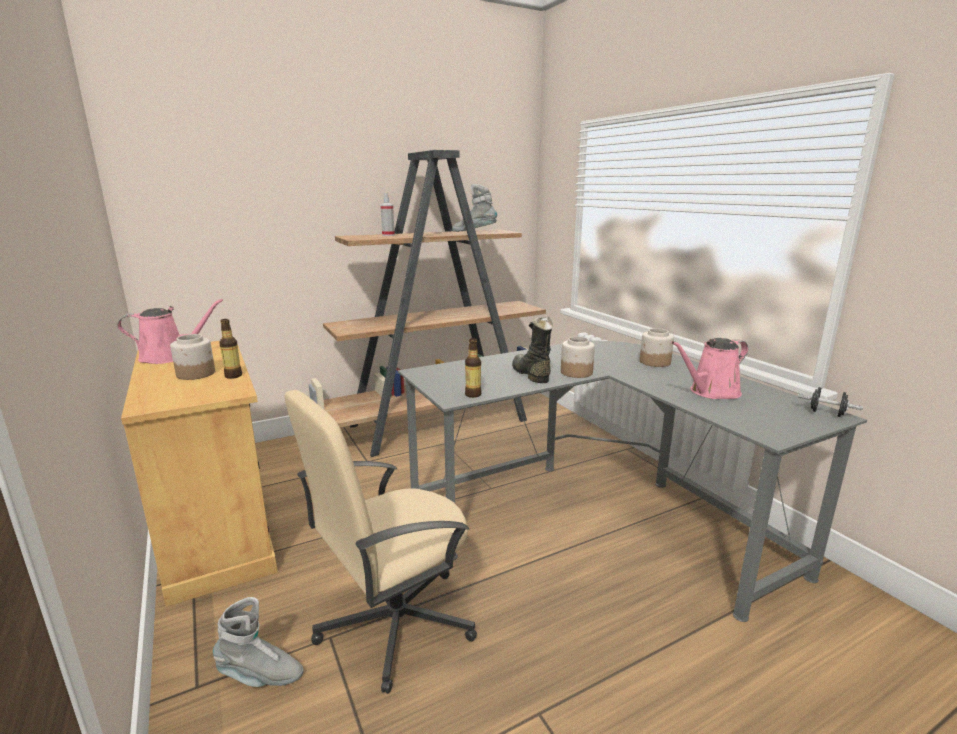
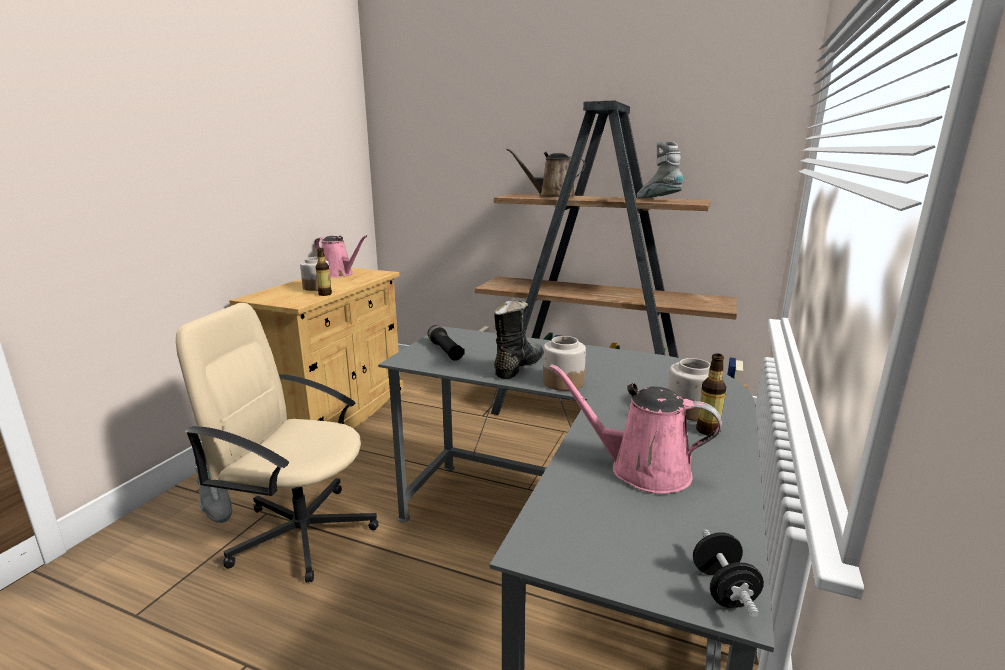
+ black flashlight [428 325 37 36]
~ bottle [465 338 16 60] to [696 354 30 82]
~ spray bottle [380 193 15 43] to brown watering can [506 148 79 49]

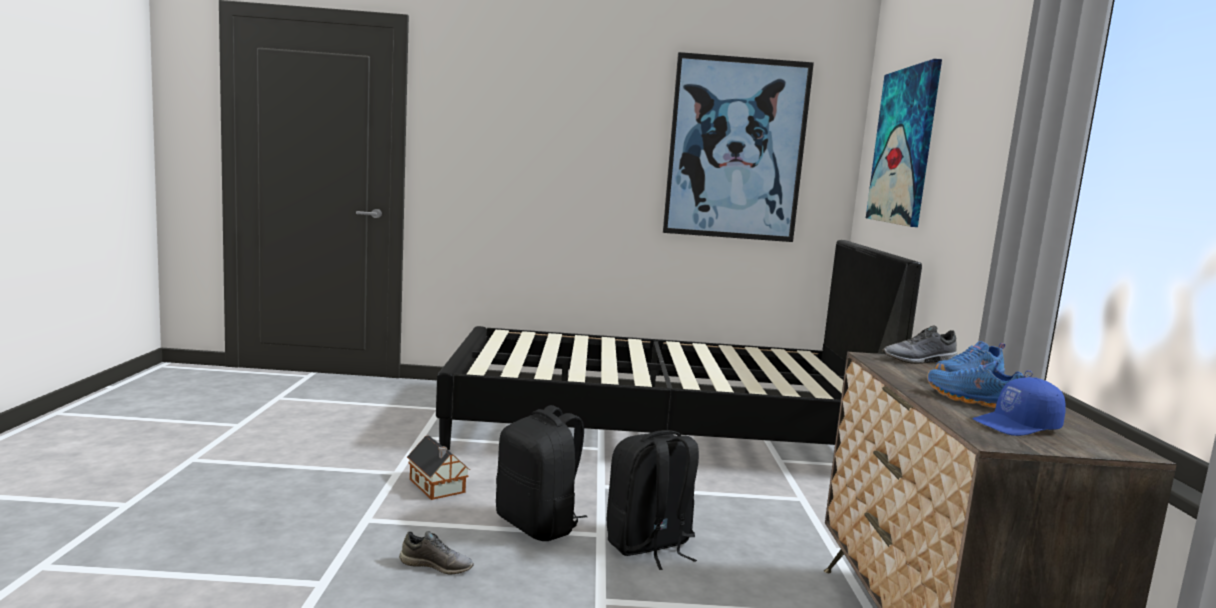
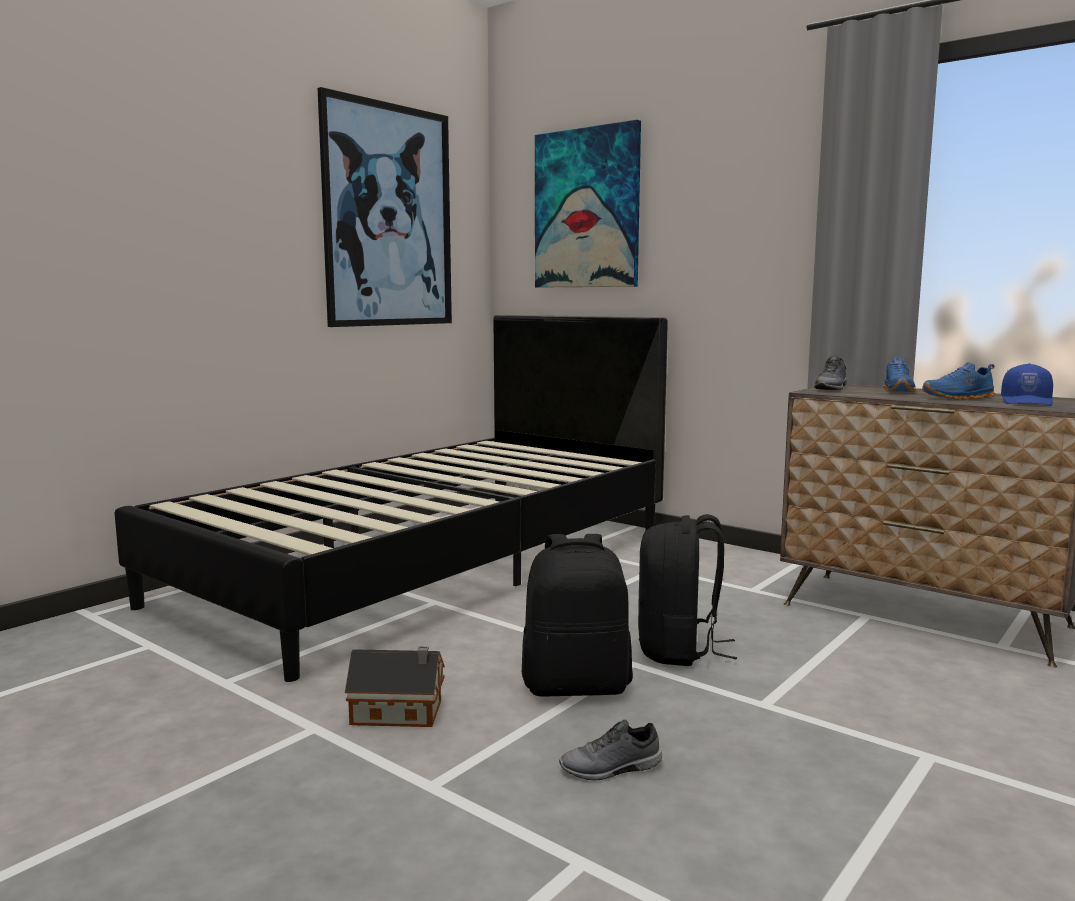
~ grey shoe [399 531 75 44] = [559 720 103 60] 150 degrees counterclockwise

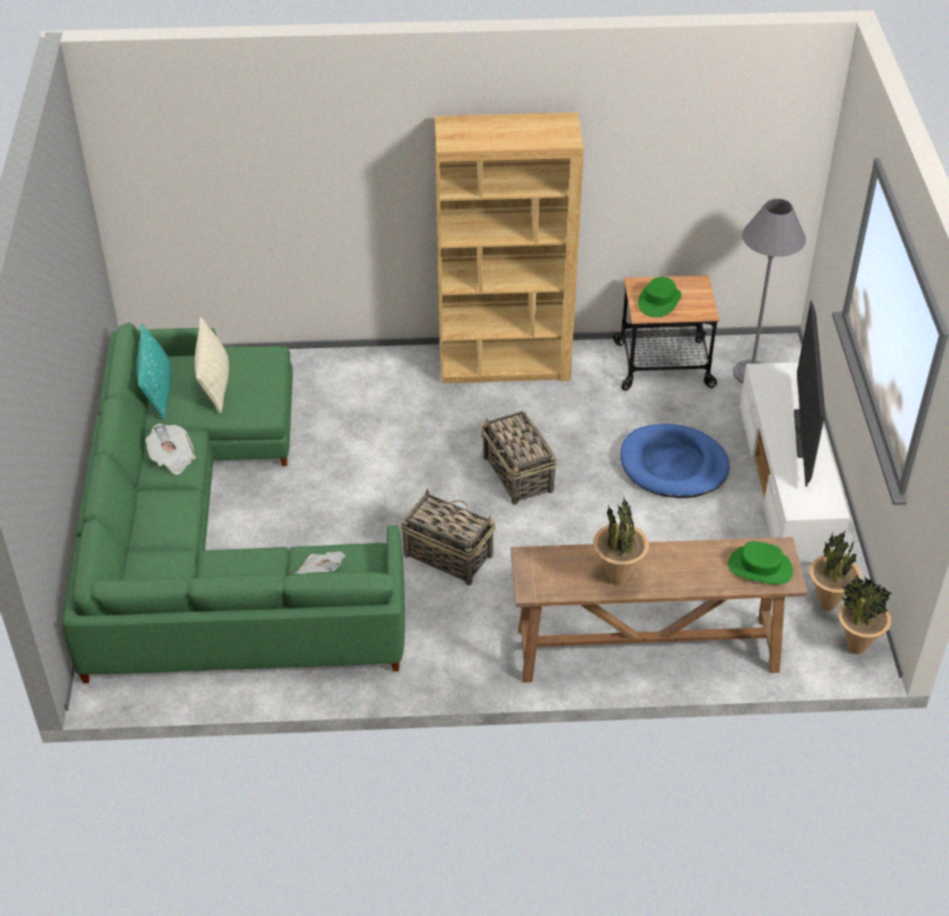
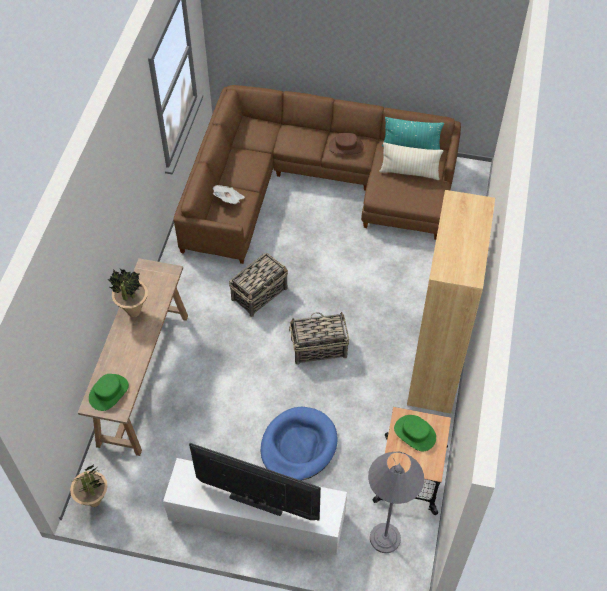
- potted plant [809 530 52 81]
~ newspaper [146 423 50 52] to brown hat [329 133 35 21]
~ green sofa [62 323 343 360] to brown sofa [173 85 288 179]

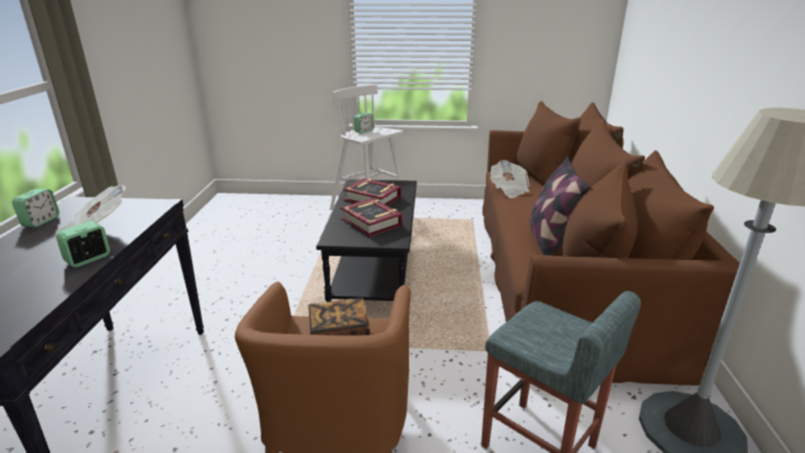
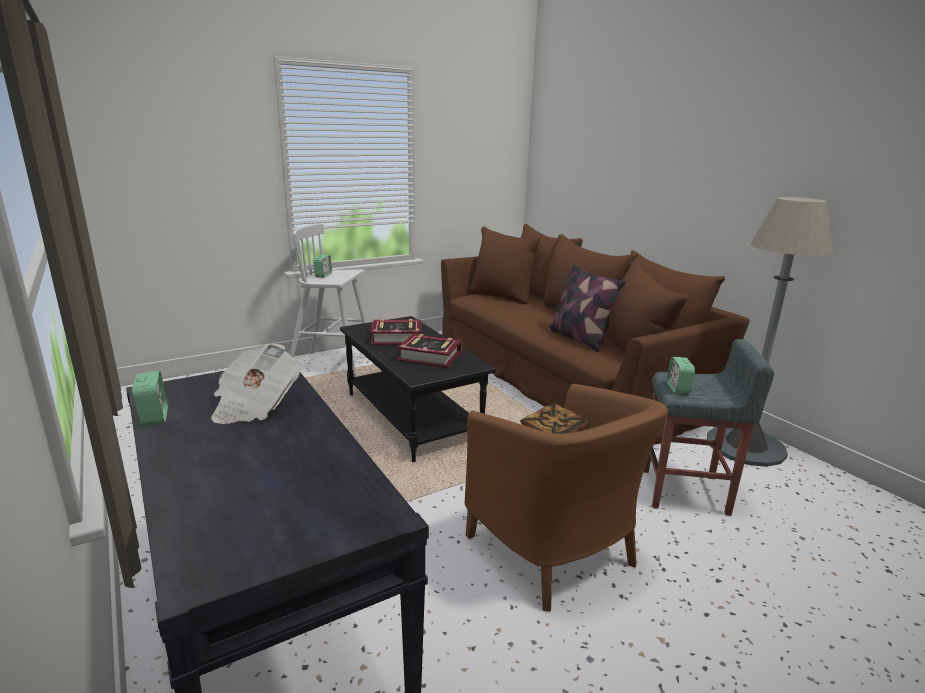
- newspaper [490 160 40 38]
~ alarm clock [56 221 54 46] to [667 357 28 37]

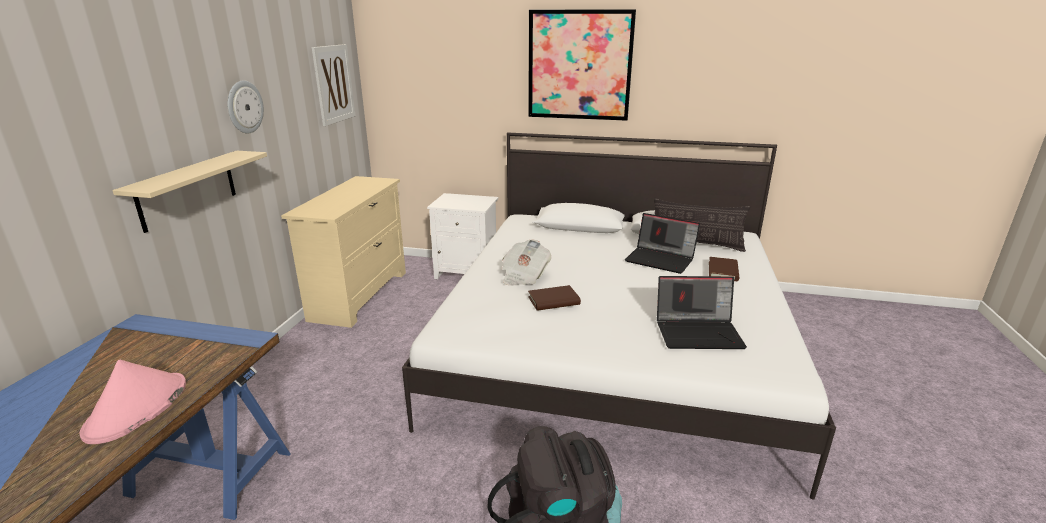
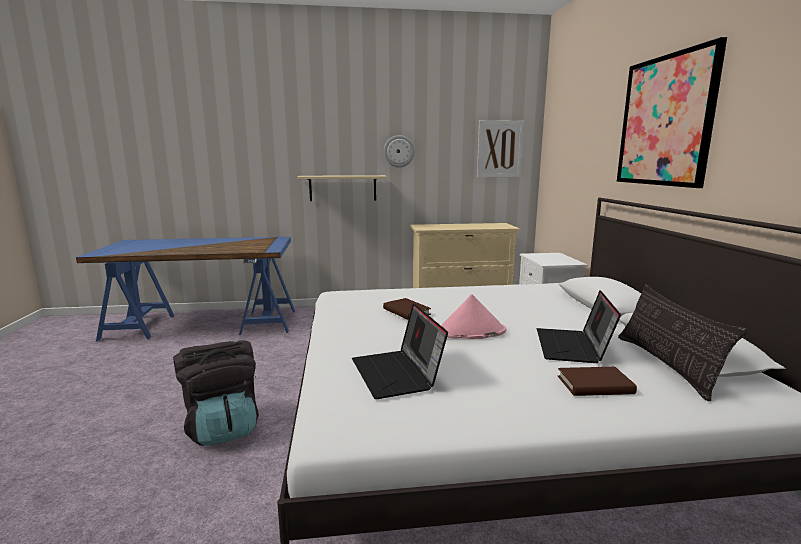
- newspaper [501 239 51 47]
~ pink hat [80 360 106 84] to [441 294 66 45]

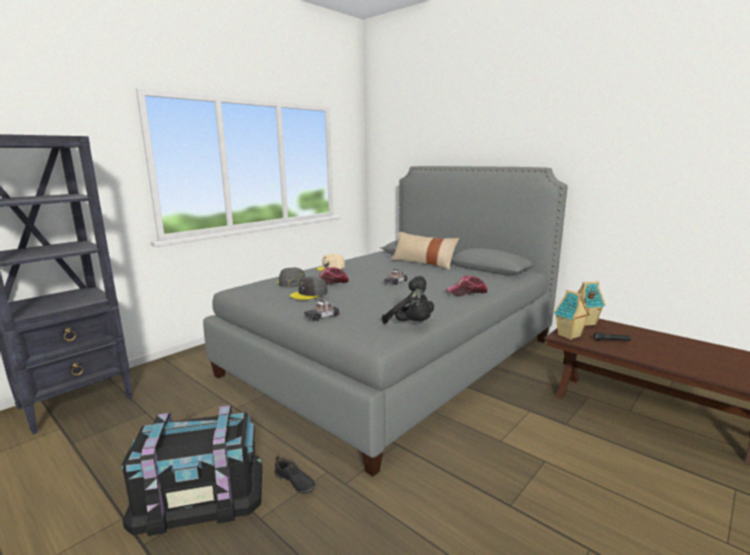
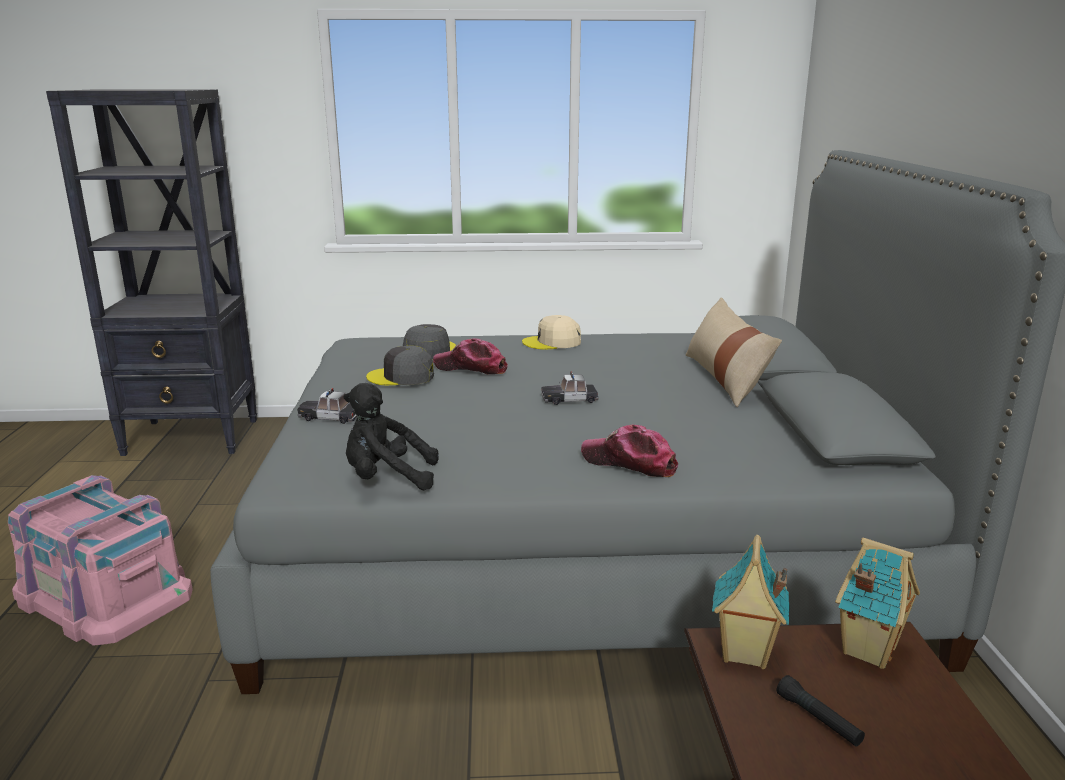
- black shoe [275 456 41 38]
~ black storage box [121 405 141 131] to pink storage box [8 475 185 171]
~ black plush toy [382 276 52 48] = [344 383 95 107] 90 degrees clockwise

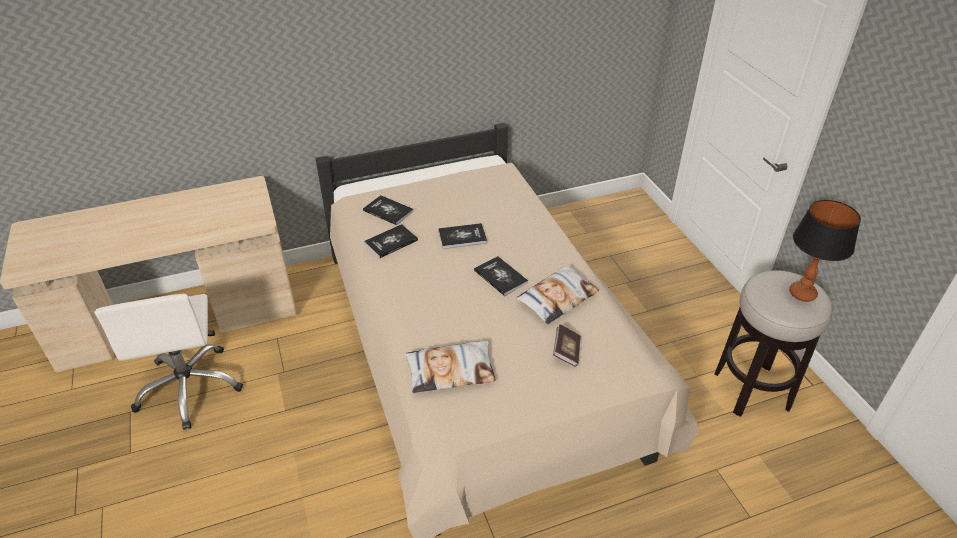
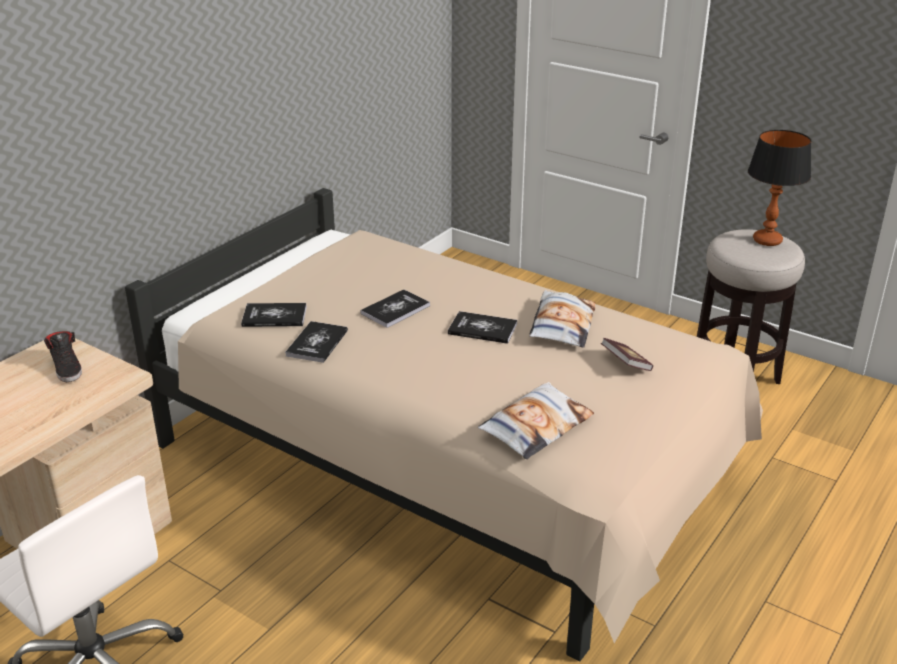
+ black shoe [44 331 38 51]

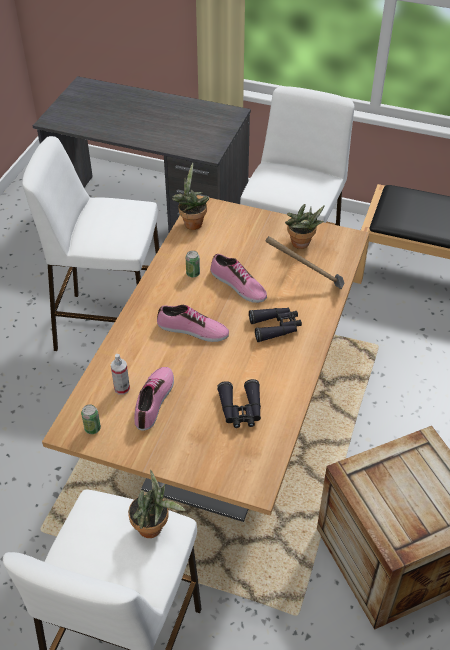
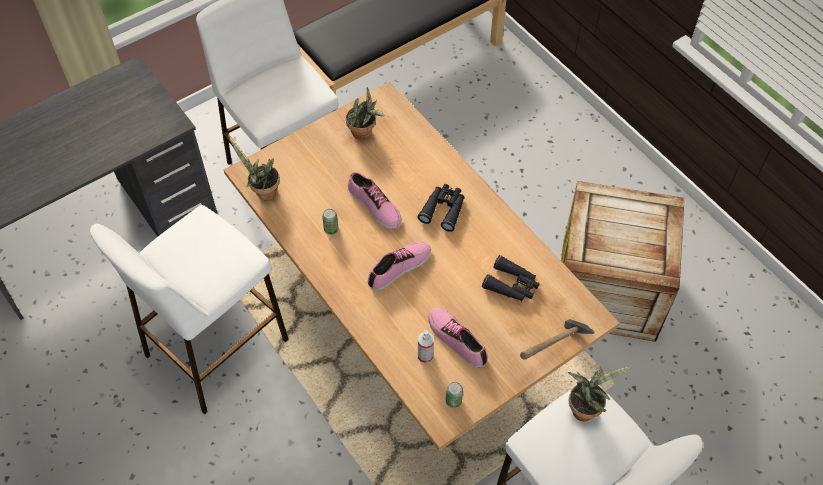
~ hammer [265 236 80 53] to [520 319 74 41]
~ shoe [210 254 57 49] = [348 172 53 57] 60 degrees clockwise

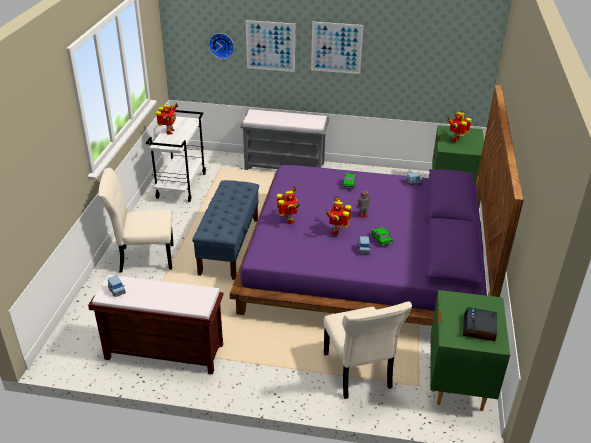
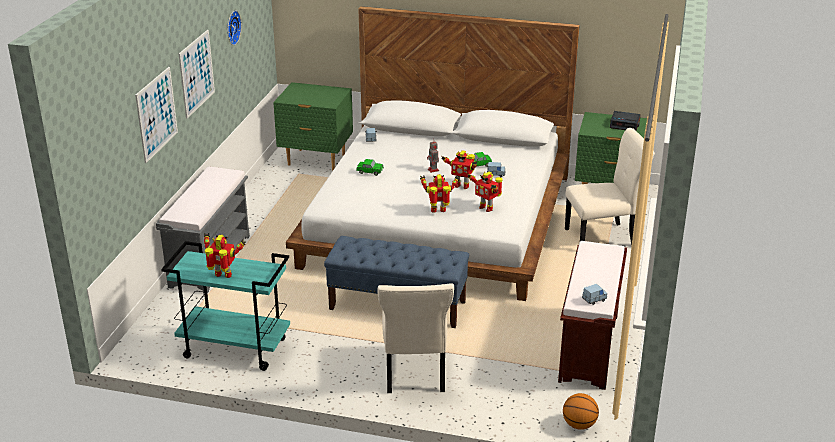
+ basketball [563 393 36 37]
~ wall clock [209 33 25 26] to [227 11 15 34]
~ toy robot [447 110 25 32] to [468 172 34 40]
~ white cart [146 110 60 92] to turquoise cart [161 241 129 130]
~ purple bed [230 85 294 241] to white bed [286 6 294 295]

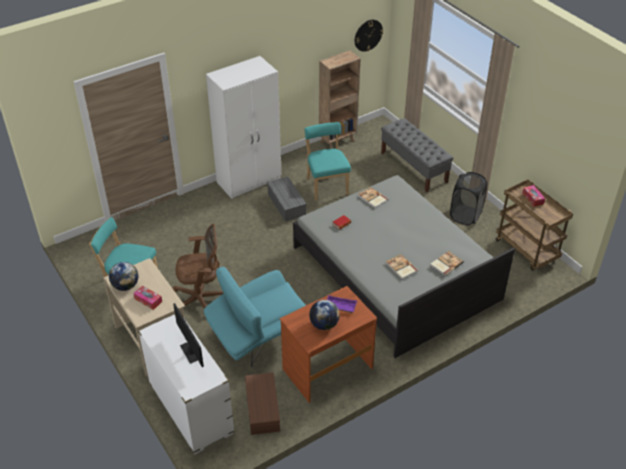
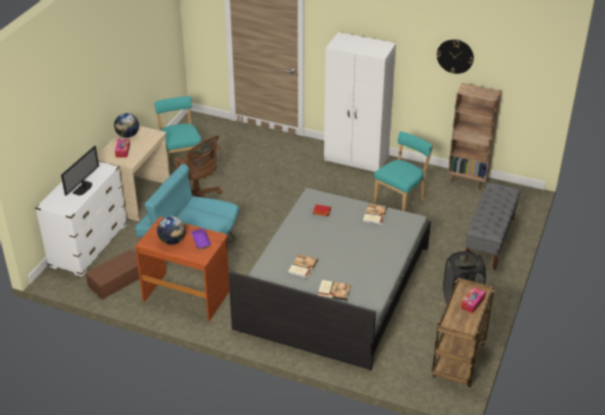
- grey storage box [267 177 40 45]
~ wall clock [355 20 28 32] to [437 39 37 35]

